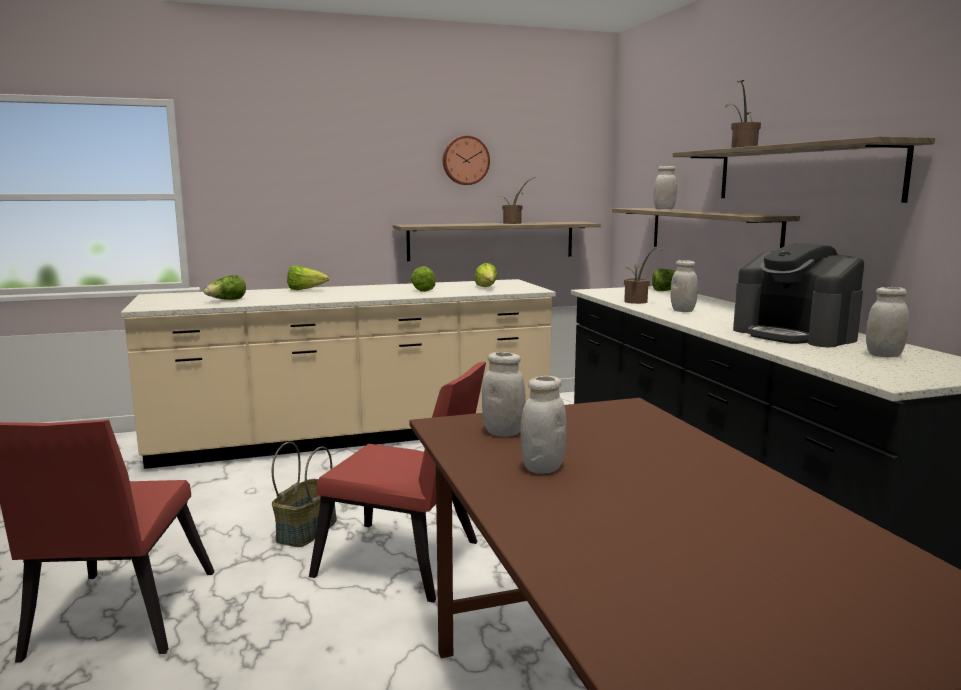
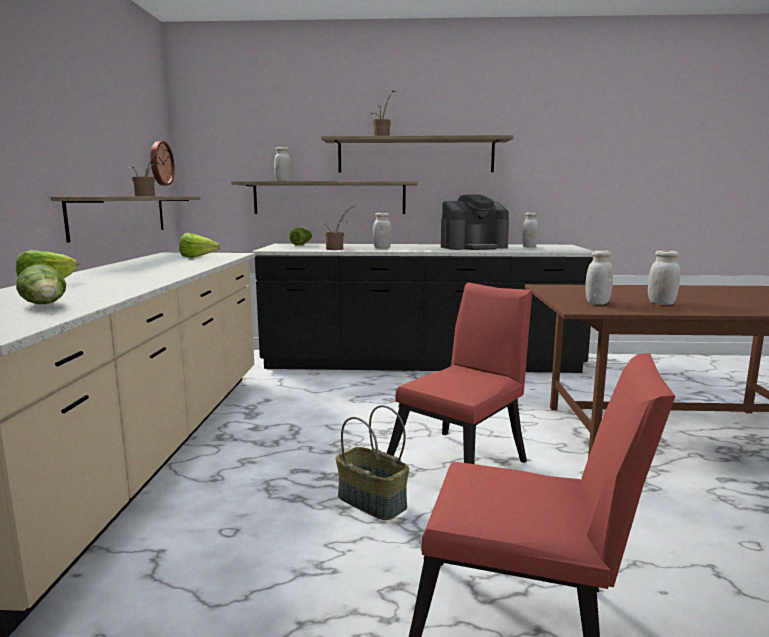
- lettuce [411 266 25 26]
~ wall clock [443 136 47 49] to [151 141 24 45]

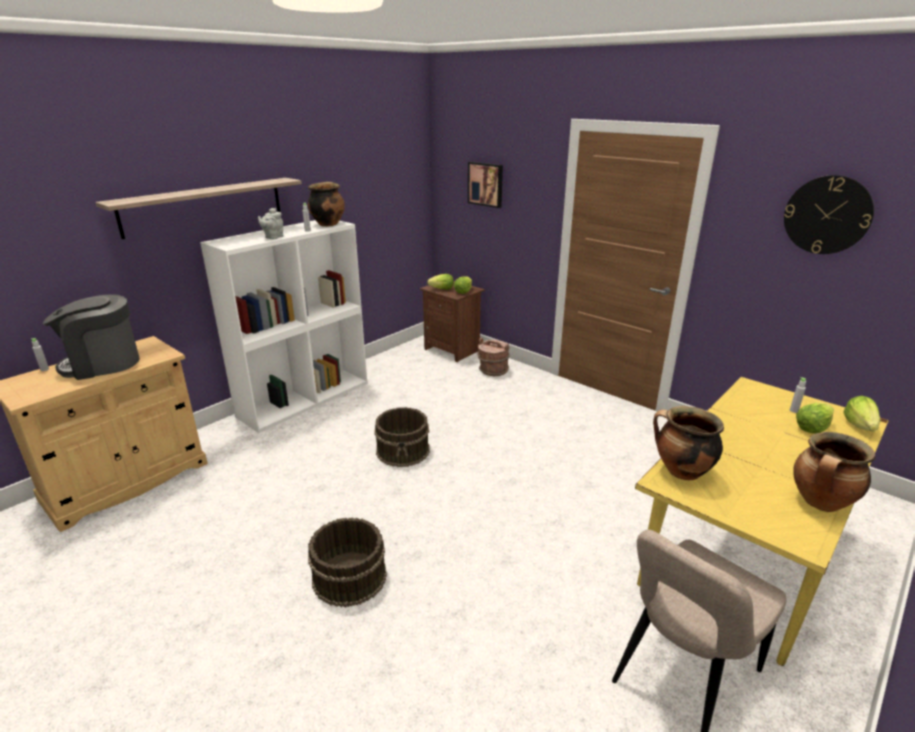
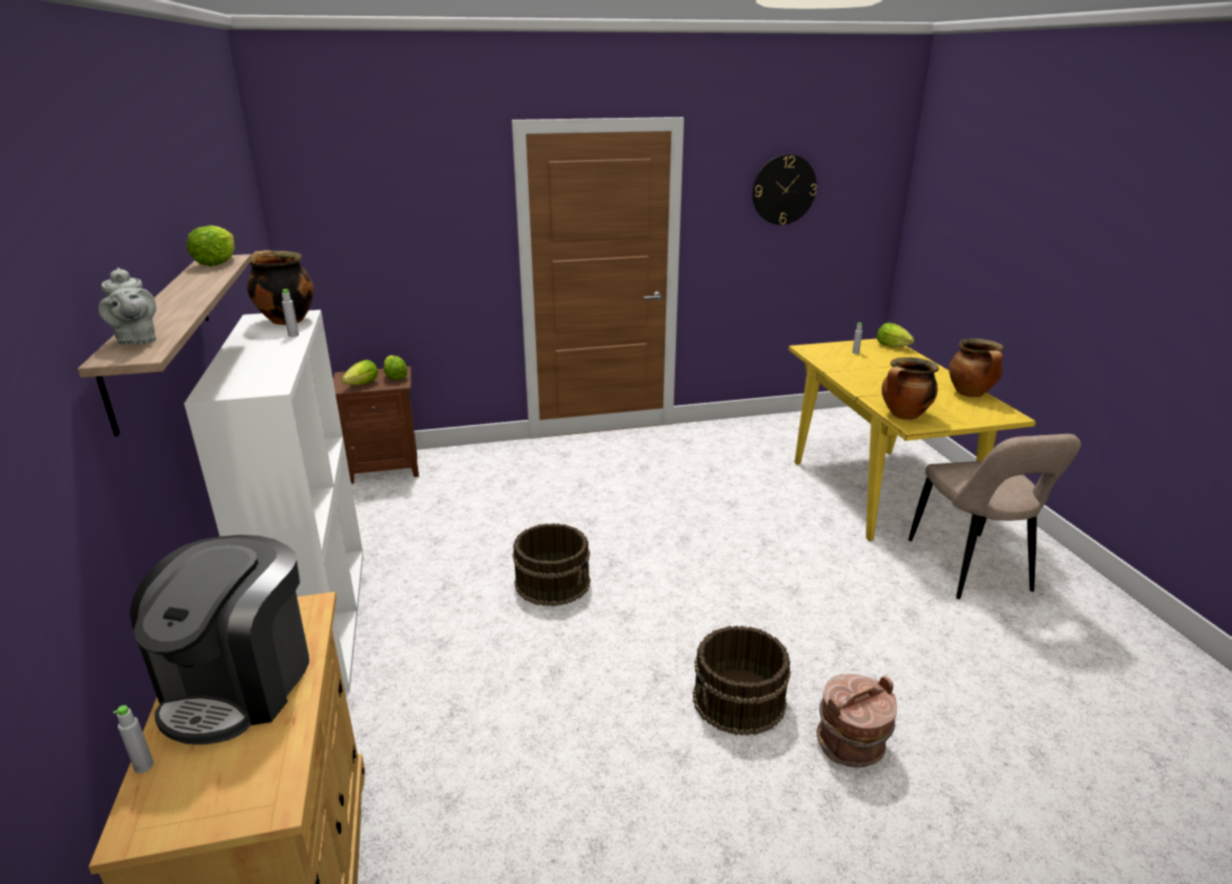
- picture [468 162 35 46]
~ grey teapot [258 208 25 31] to [98 268 58 77]
~ brown bucket [477 338 33 38] to [816 674 81 94]
~ lettuce [796 403 38 31] to [187 225 48 41]

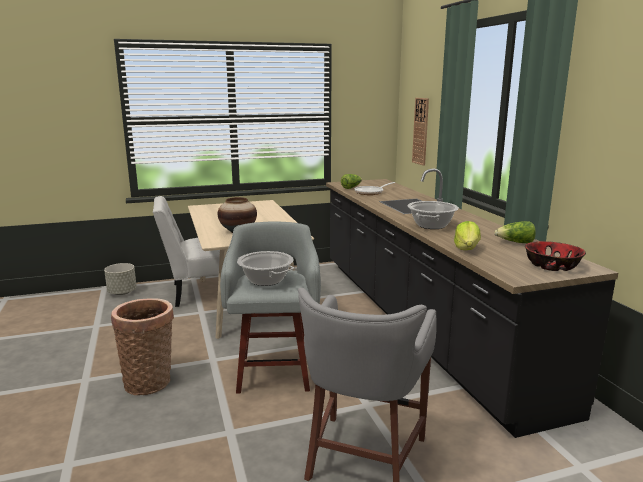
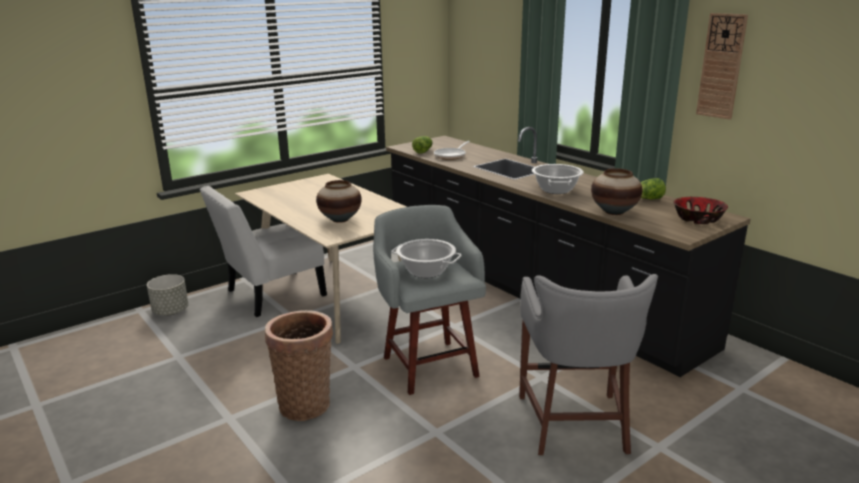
~ wall clock [412 98 17 68] to [696 13 52 107]
~ lettuce [454 221 27 29] to vase [591 168 51 47]

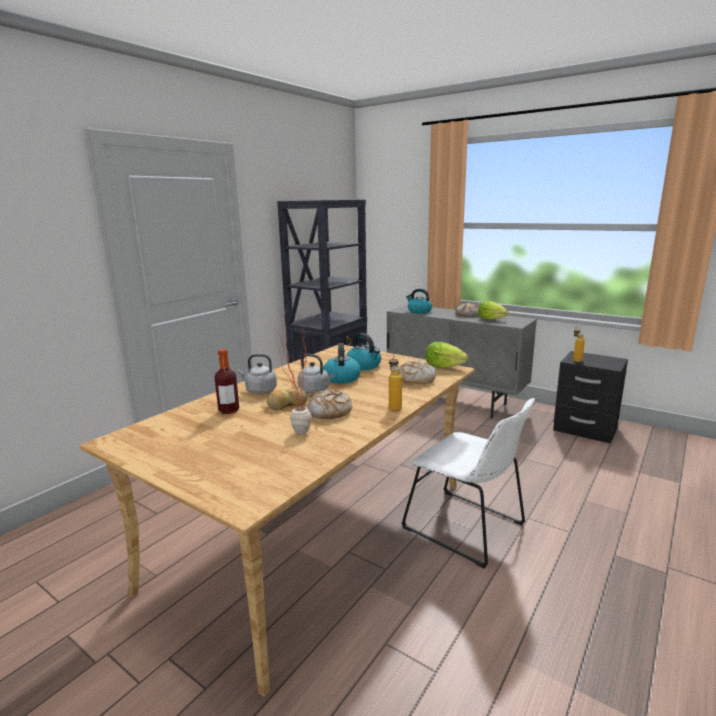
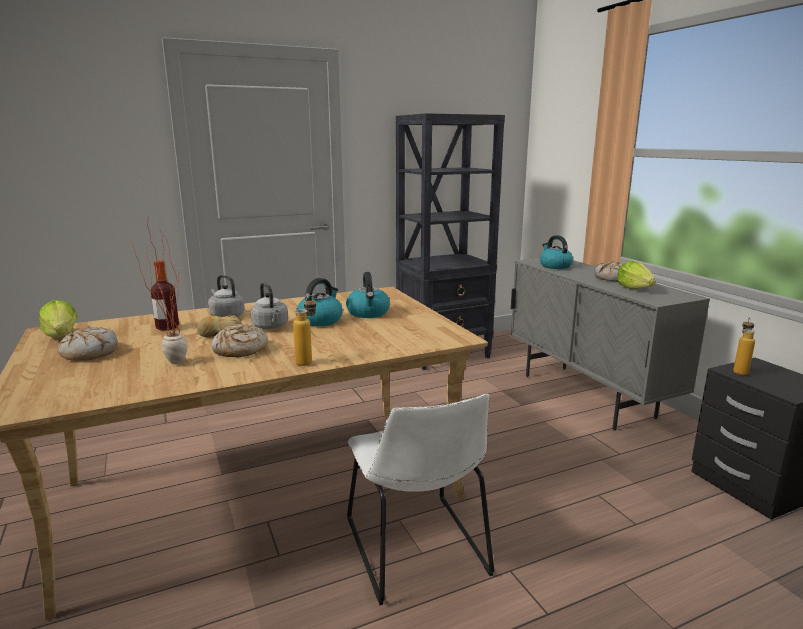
~ bread [400 361 36 23] to [58 327 60 34]
~ lettuce [425 342 43 26] to [39 300 39 38]

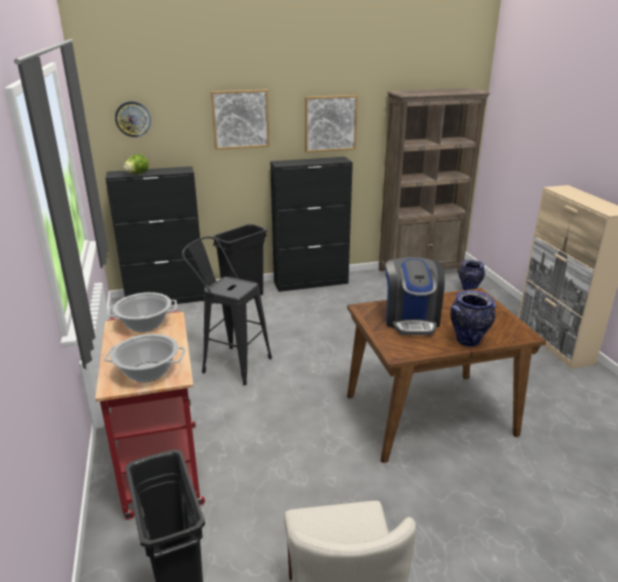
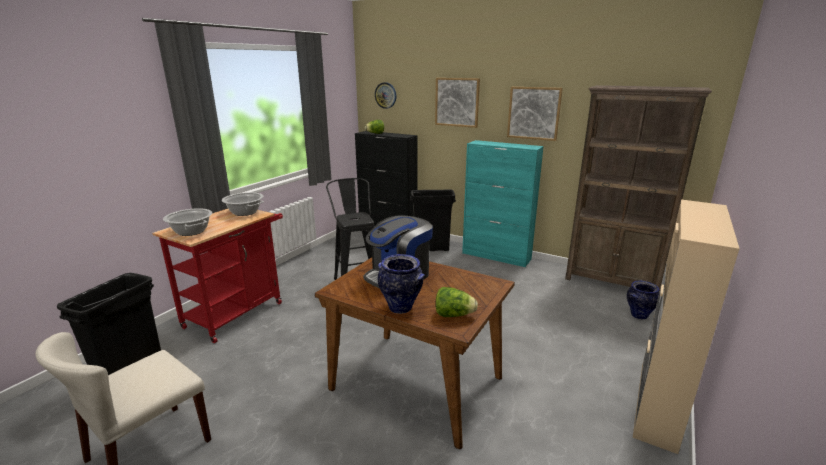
+ lettuce [435 287 43 30]
~ black cabinet [270 157 83 135] to turquoise cabinet [462 140 82 127]

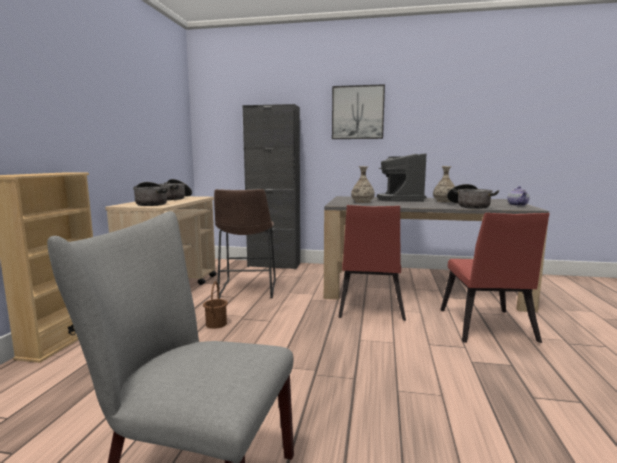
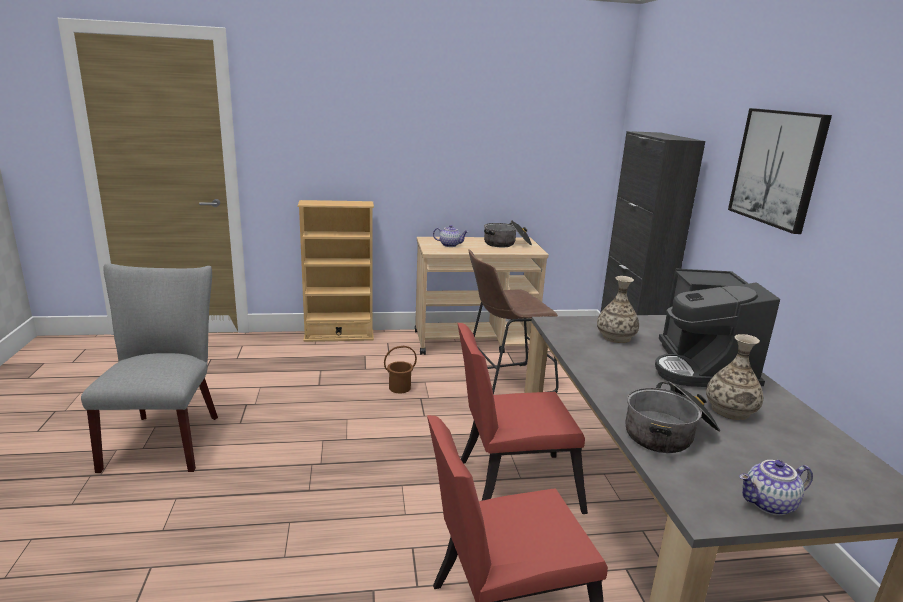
~ cooking pot [133 182 35 24] to teapot [433 225 35 22]
~ coffee machine [377 153 50 49] = [655 268 125 119] 75 degrees counterclockwise

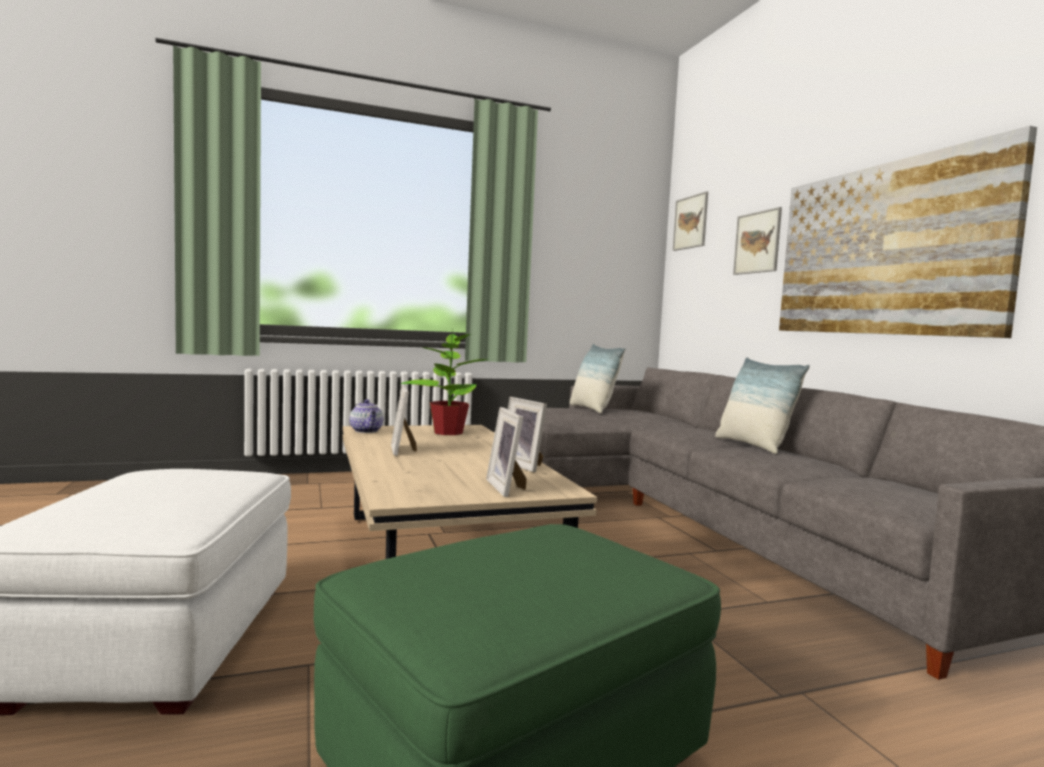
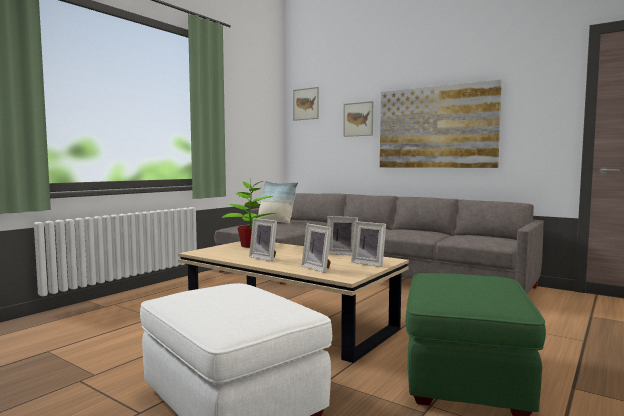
- teapot [350 399 33 34]
- pillow [715 357 95 97]
+ picture frame [302 224 30 49]

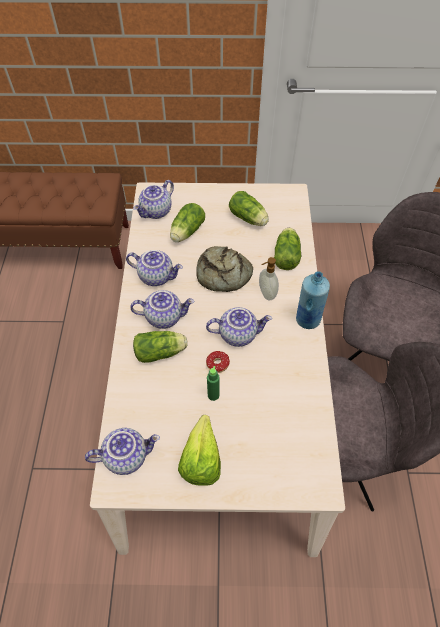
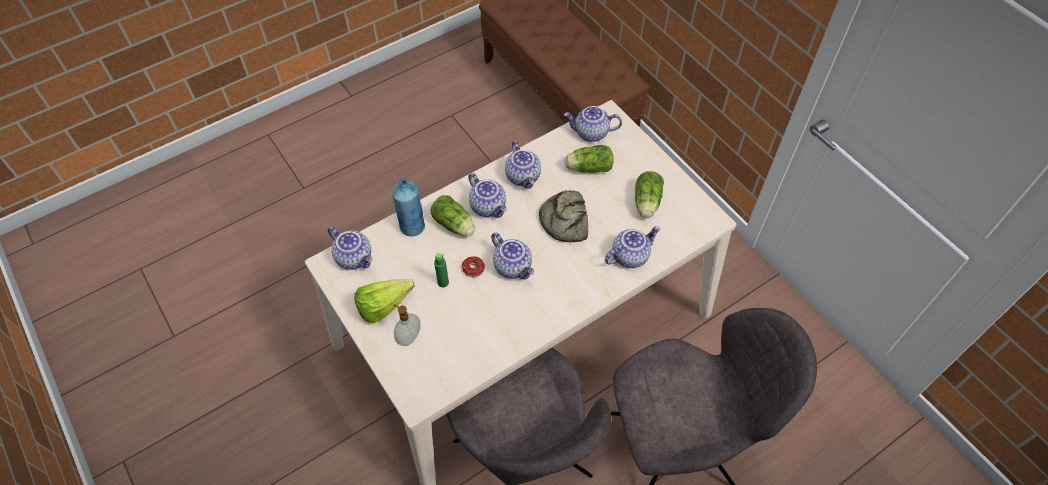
~ soap dispenser [259 257 20 44] to [394 304 27 42]
~ blue bottle [296 271 34 58] to [392 178 33 59]
~ lettuce [274 228 27 42] to teapot [605 226 55 42]

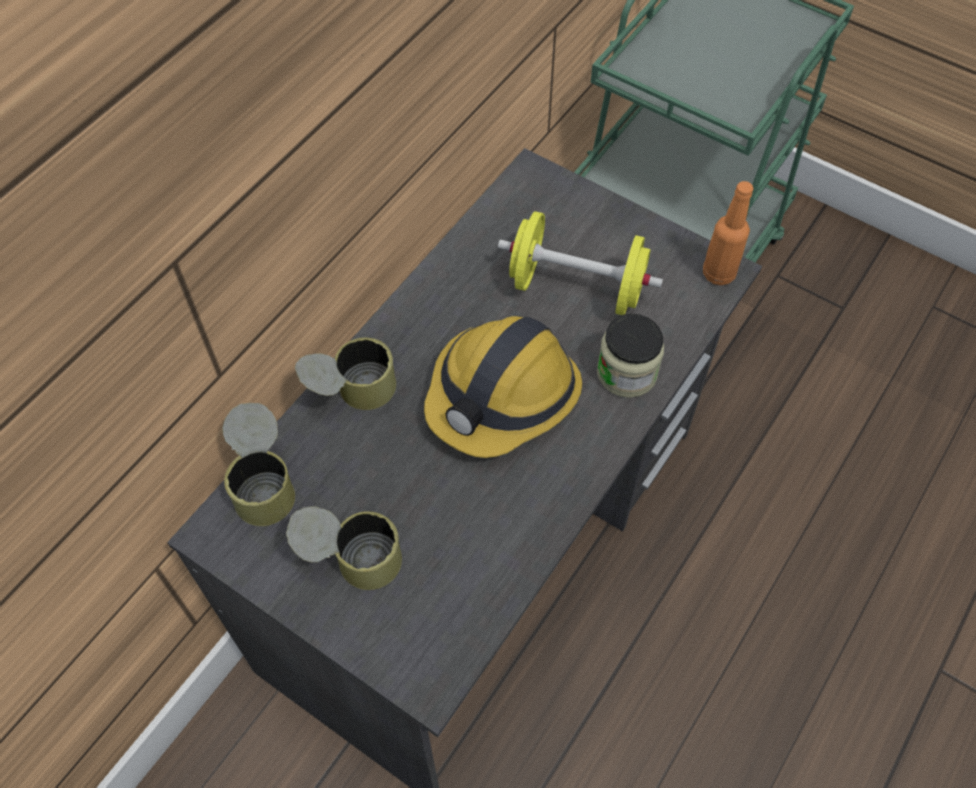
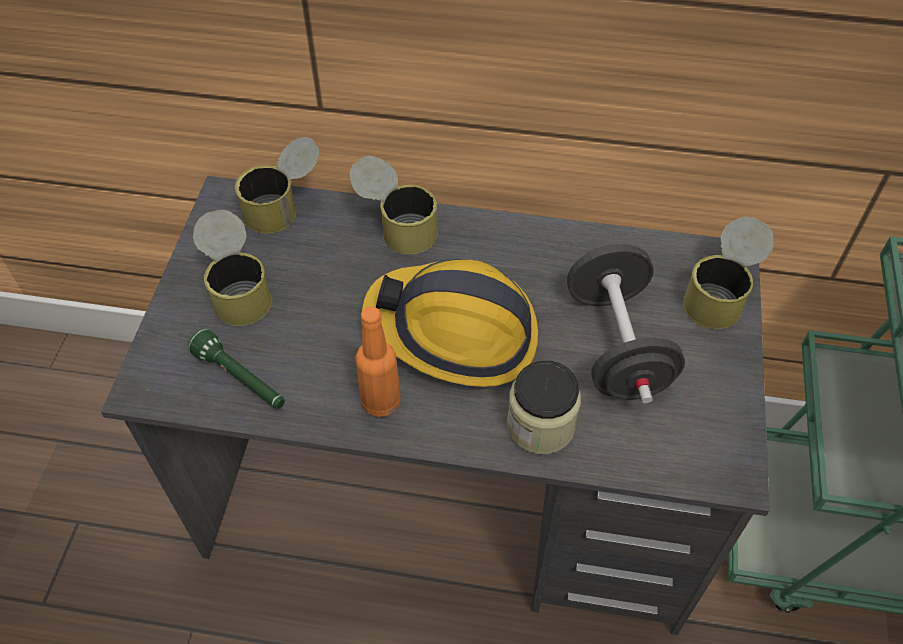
+ green flashlight [188 329 97 80]
+ can [683 217 91 112]
~ orange bottle [703 181 50 104] to [355 306 46 111]
~ yellow dumbbell [498 211 165 104] to black dumbbell [567 244 118 159]

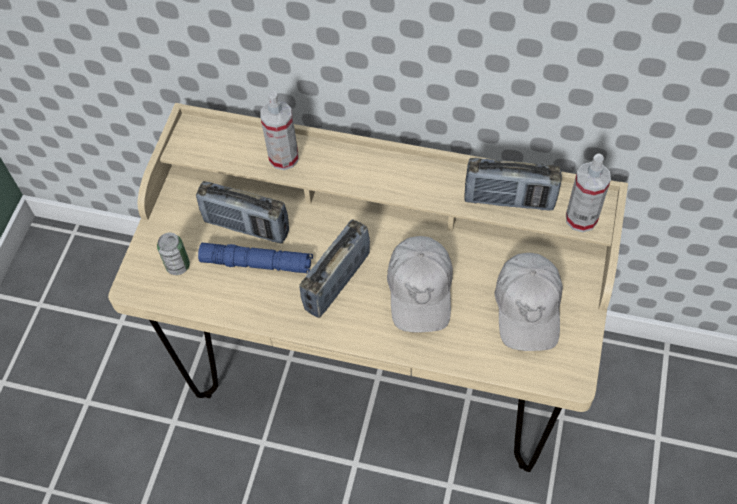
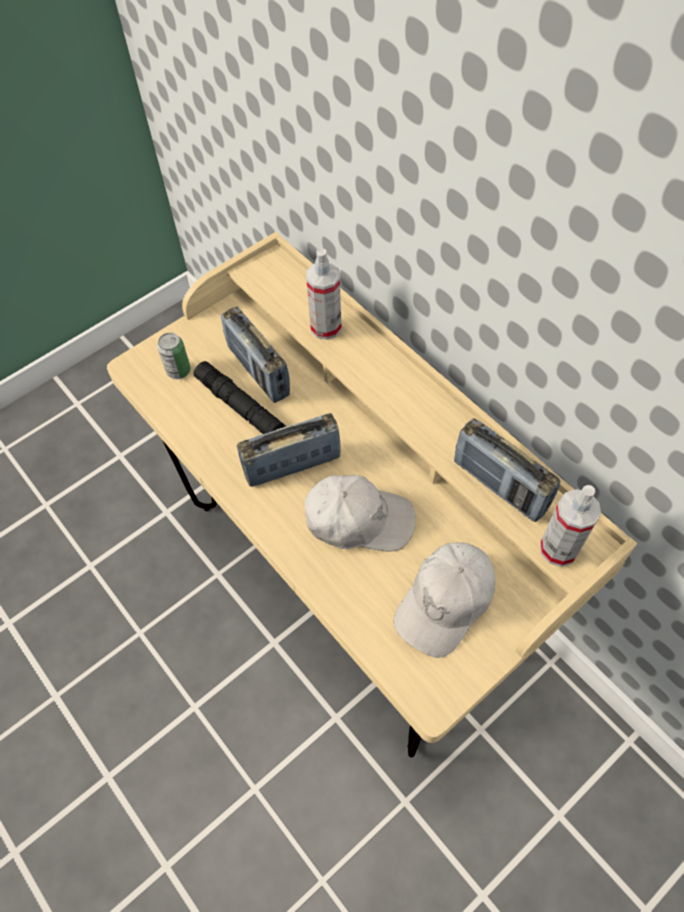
~ blue flashlight [198 243 115 31] to black flashlight [193 361 93 73]
~ white cap [387 236 66 97] = [305 475 111 76] 120 degrees counterclockwise

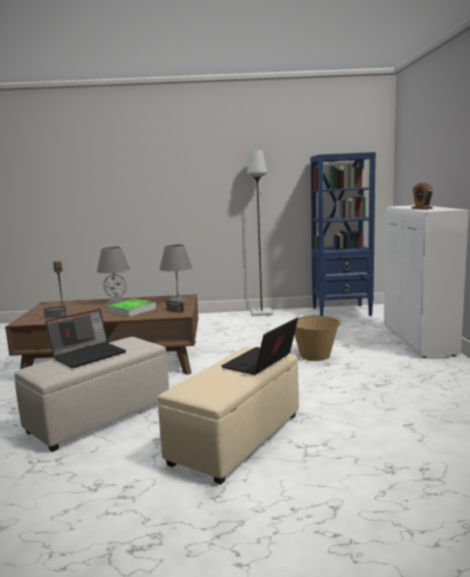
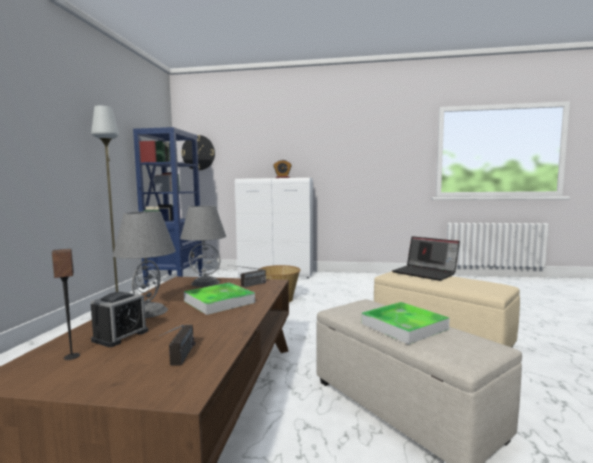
+ alarm clock [91 291 57 56]
+ wall clock [181 135 34 35]
~ laptop [45 309 81 59] to tray [362 302 88 42]

